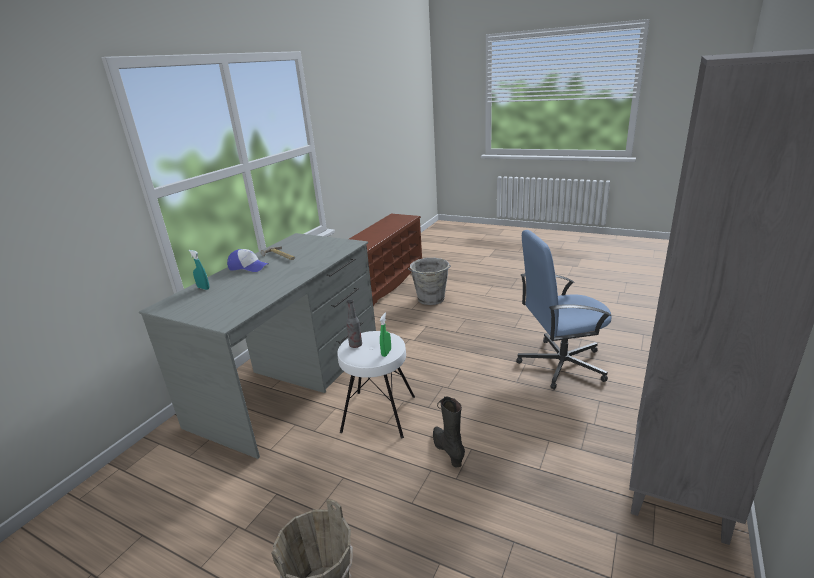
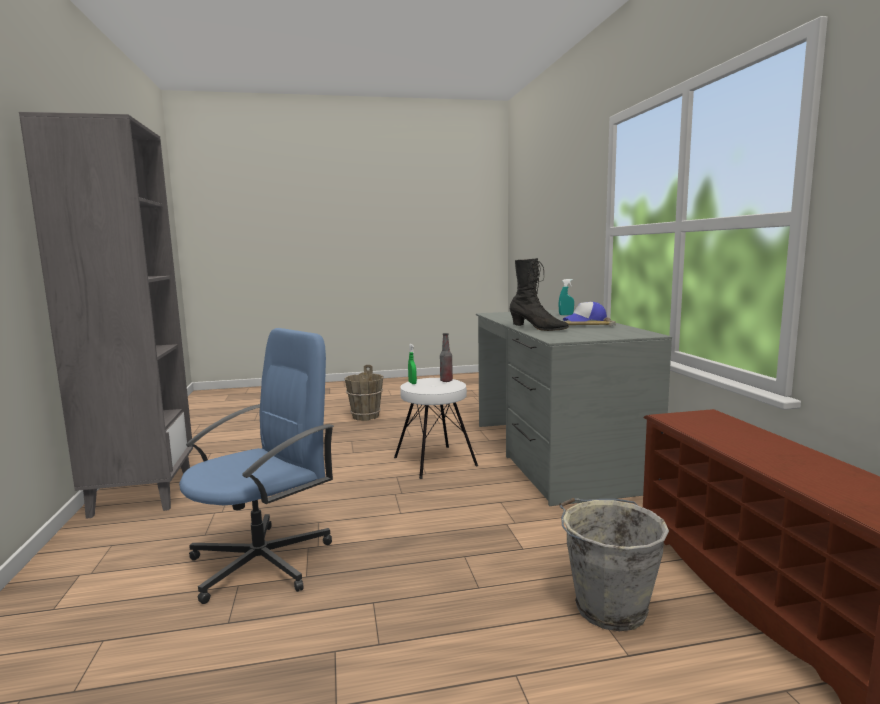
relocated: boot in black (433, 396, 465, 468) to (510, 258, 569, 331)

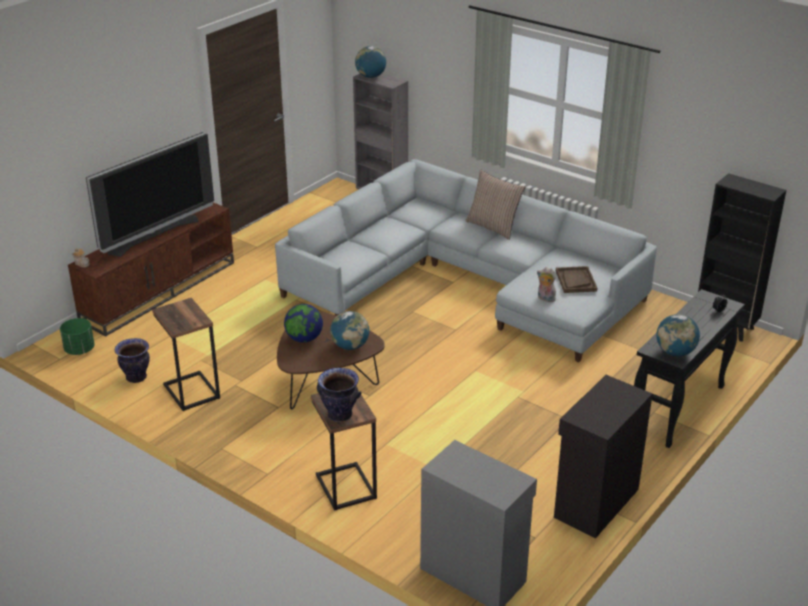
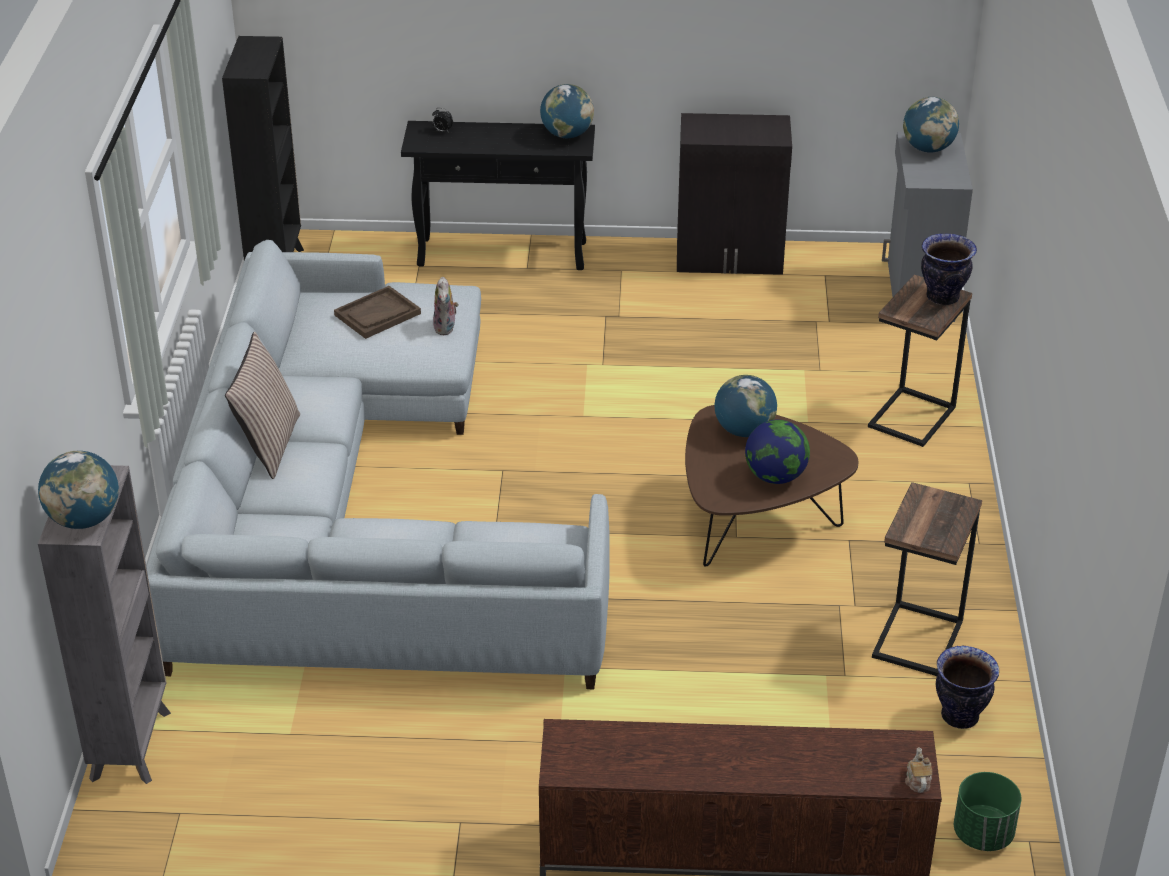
missing: television (86, 132, 214, 257)
appeared: globe (903, 97, 959, 153)

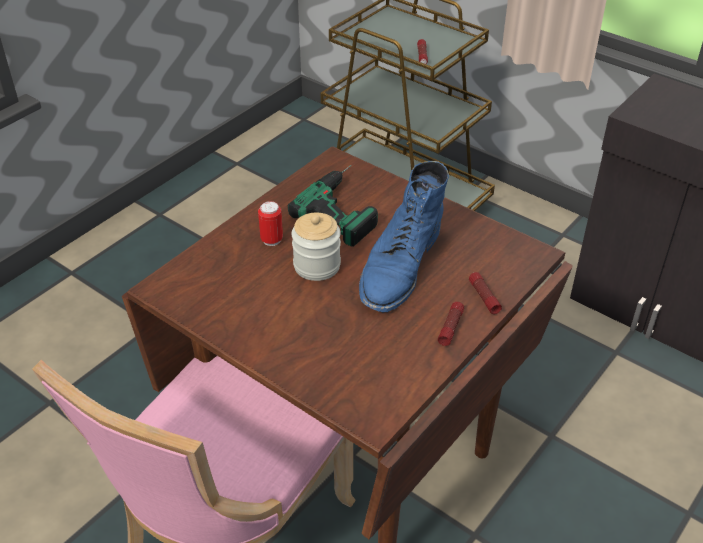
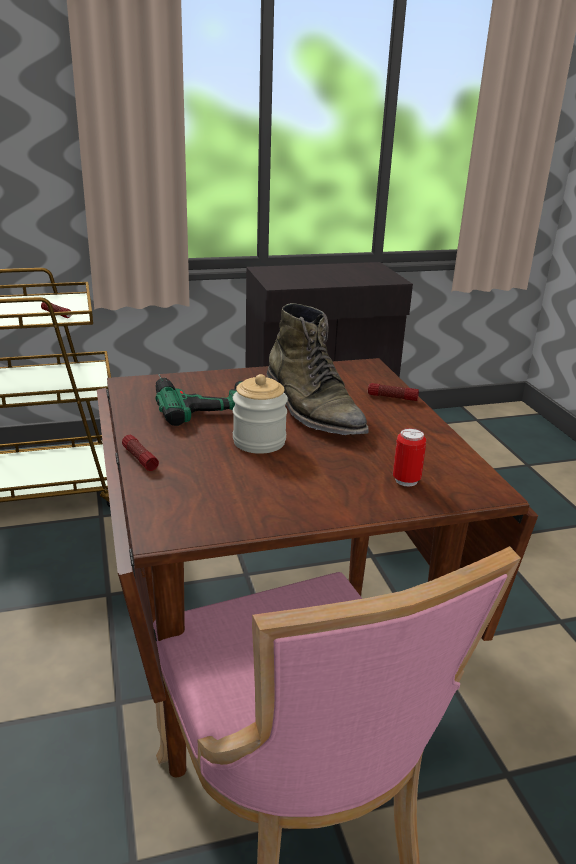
relocated: can (258, 201, 283, 246) to (393, 428, 426, 487); flashlight (438, 302, 464, 346) to (122, 435, 159, 471)
colour: boot in blue (359, 161, 449, 313) to boot in green (266, 303, 369, 435)

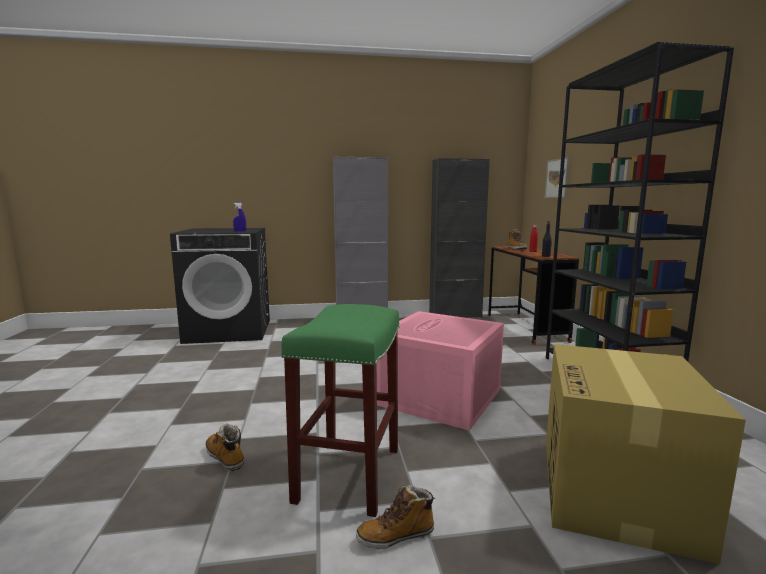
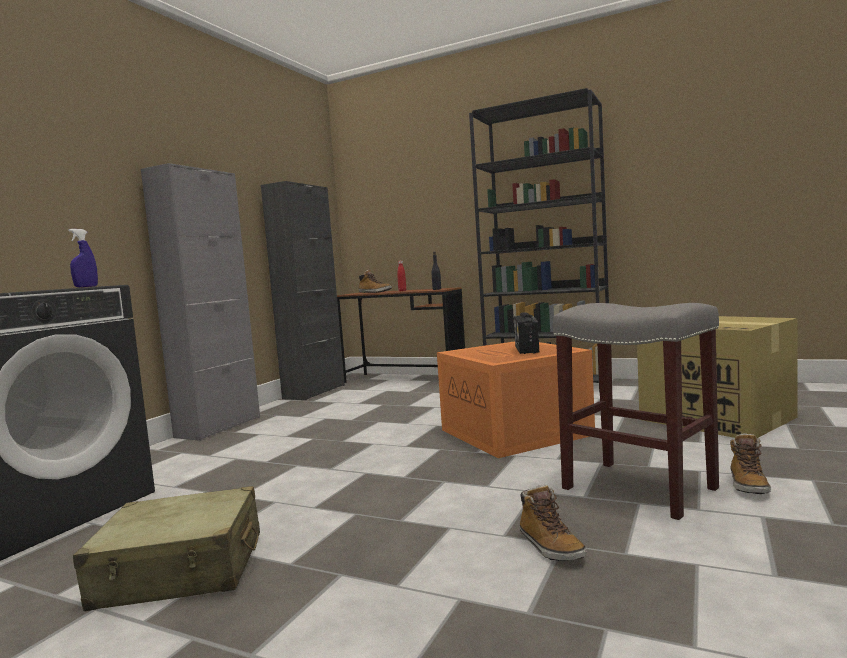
missing: picture (545, 157, 570, 198)
appeared: suitcase in beige (73, 486, 260, 611); radio (514, 312, 539, 354)
colour: stool in green (281, 304, 400, 517) to stool in grey (553, 303, 719, 520); storage box in pink (377, 311, 504, 431) to storage box in orange (437, 341, 595, 458)
spun: boot (206, 423, 244, 471) = (520, 485, 587, 561) 105 degrees counterclockwise

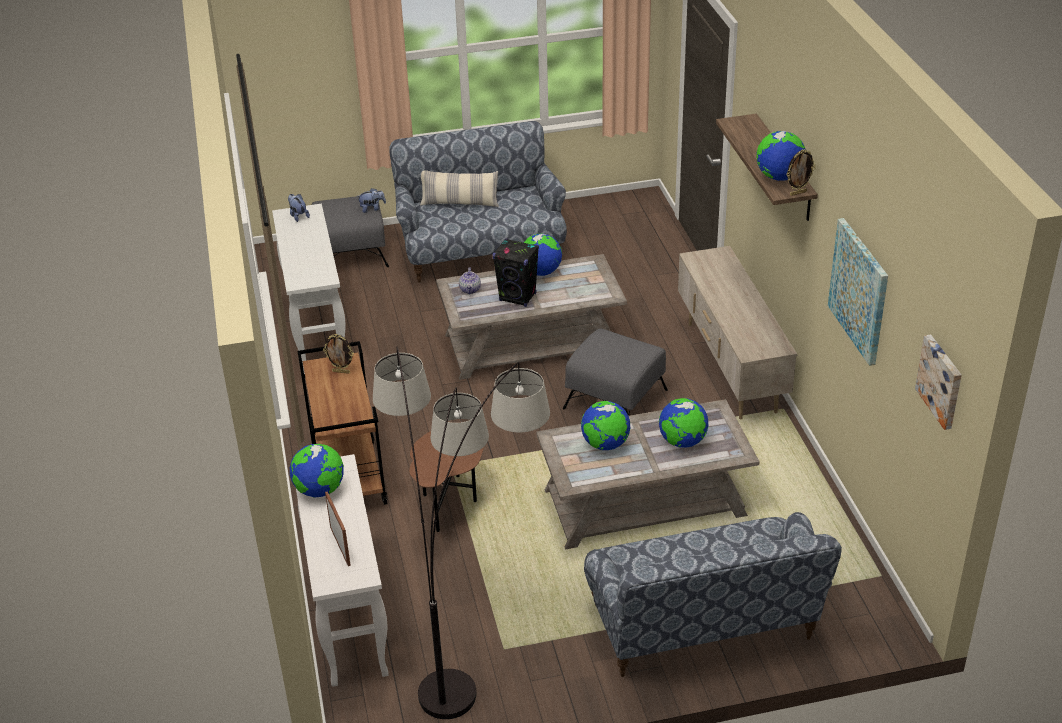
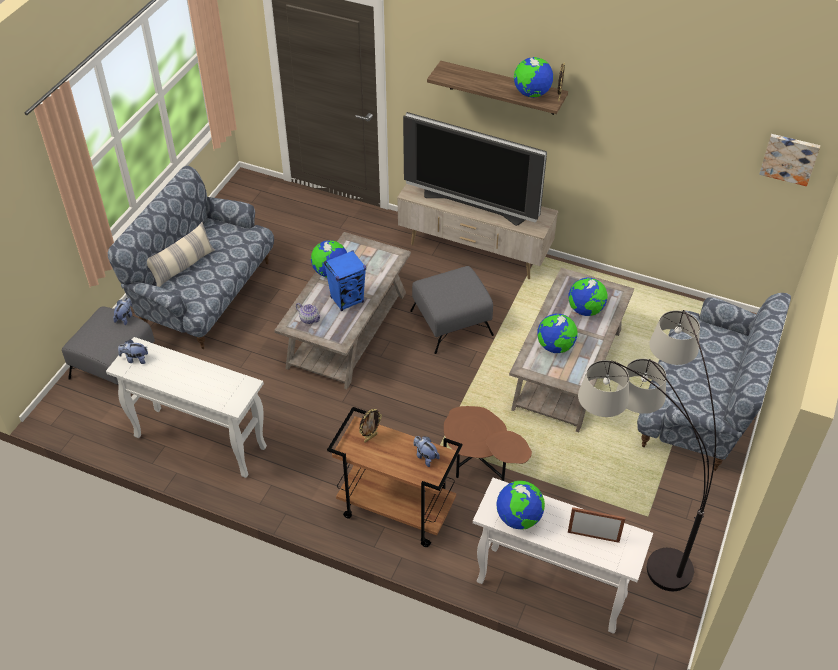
missing: picture (828, 218, 888, 366)
appeared: television (403, 112, 547, 226); plush toy (414, 436, 440, 467)
colour: speaker in black (493, 238, 539, 307) to speaker in blue (324, 250, 366, 311)

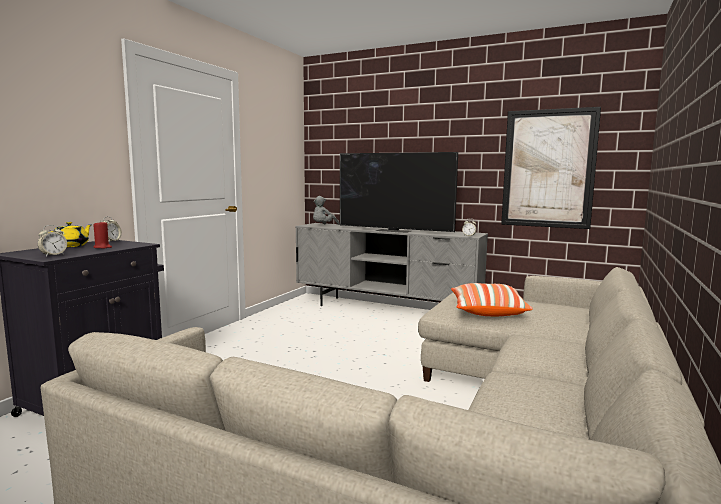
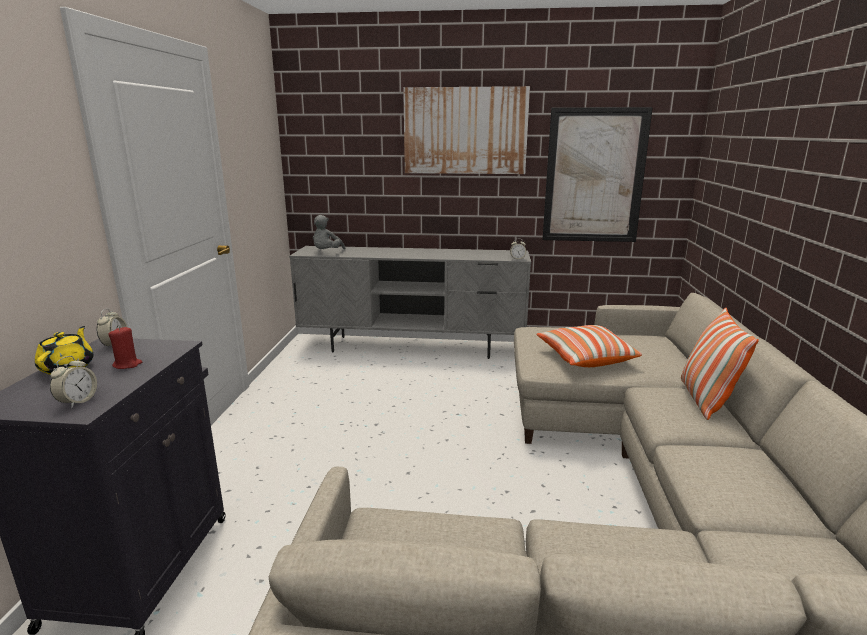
missing: television (340, 152, 458, 233)
appeared: picture (403, 86, 530, 174); pillow (681, 308, 759, 420)

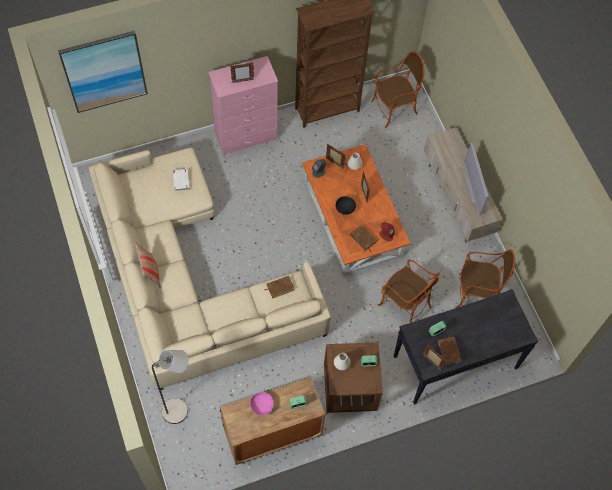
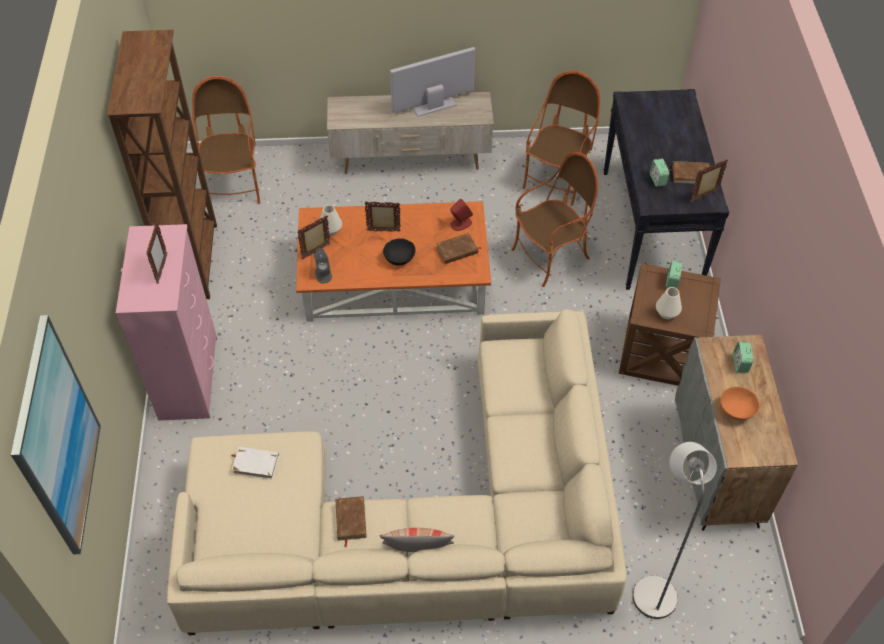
relocated: book in brown (264, 276, 295, 299) to (336, 496, 367, 547)
colour: bowl in pink (250, 392, 274, 415) to bowl in orange (720, 387, 760, 420)
spun: television (464, 143, 489, 215) = (390, 47, 475, 117) 150 degrees clockwise

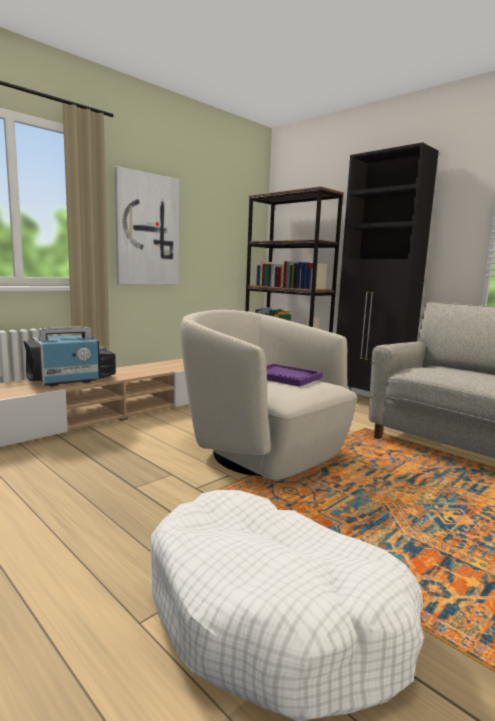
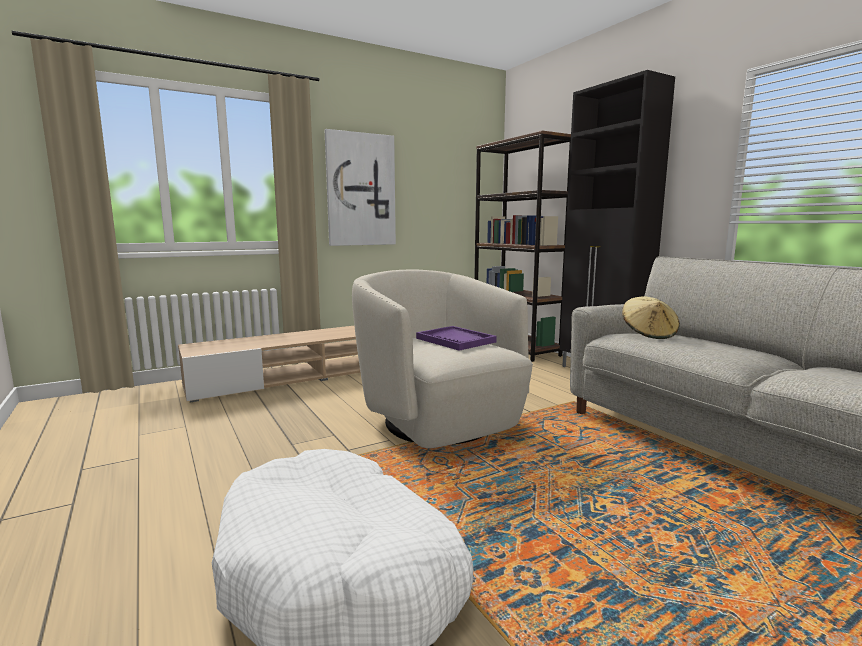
missing: television (23, 326, 116, 386)
appeared: hat in beige (622, 296, 680, 339)

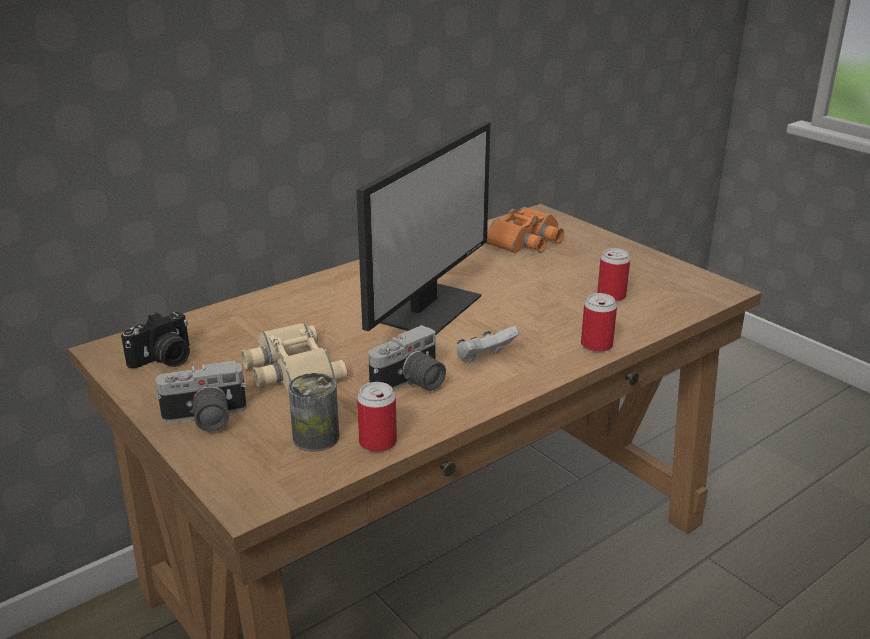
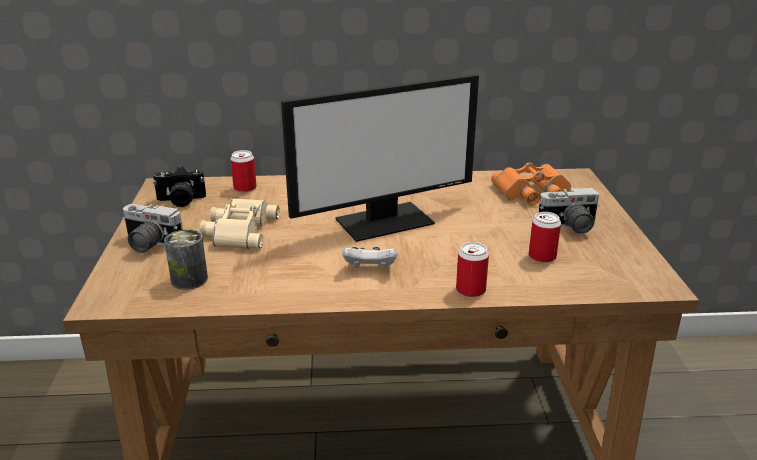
relocated: can (357, 382, 397, 452) to (230, 150, 257, 192); photo camera (368, 325, 446, 391) to (539, 188, 600, 234)

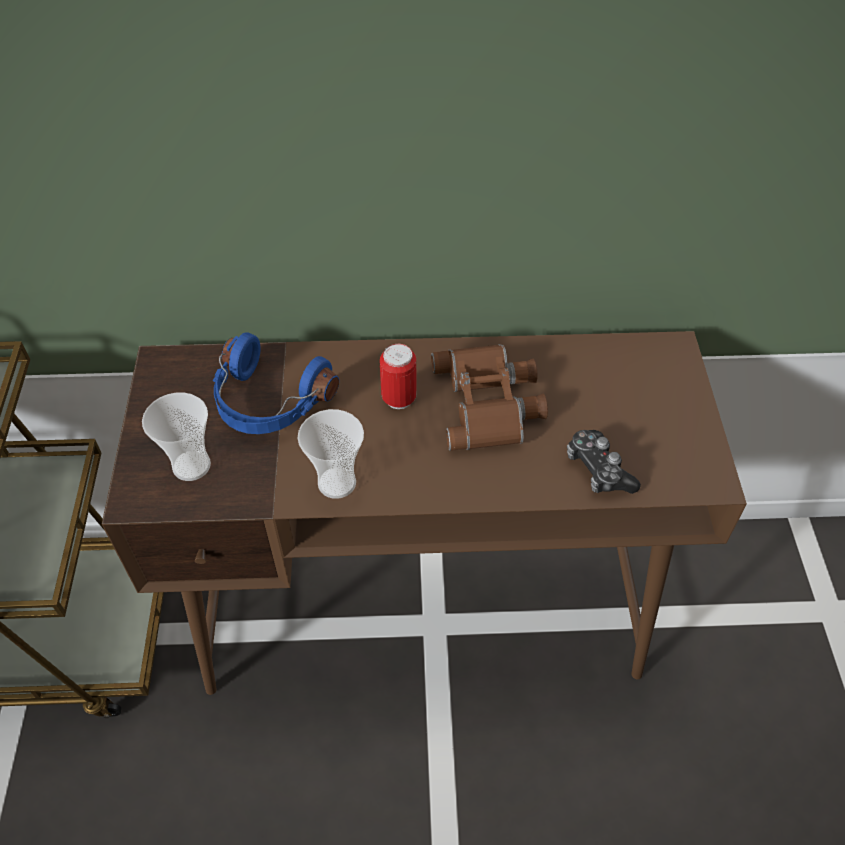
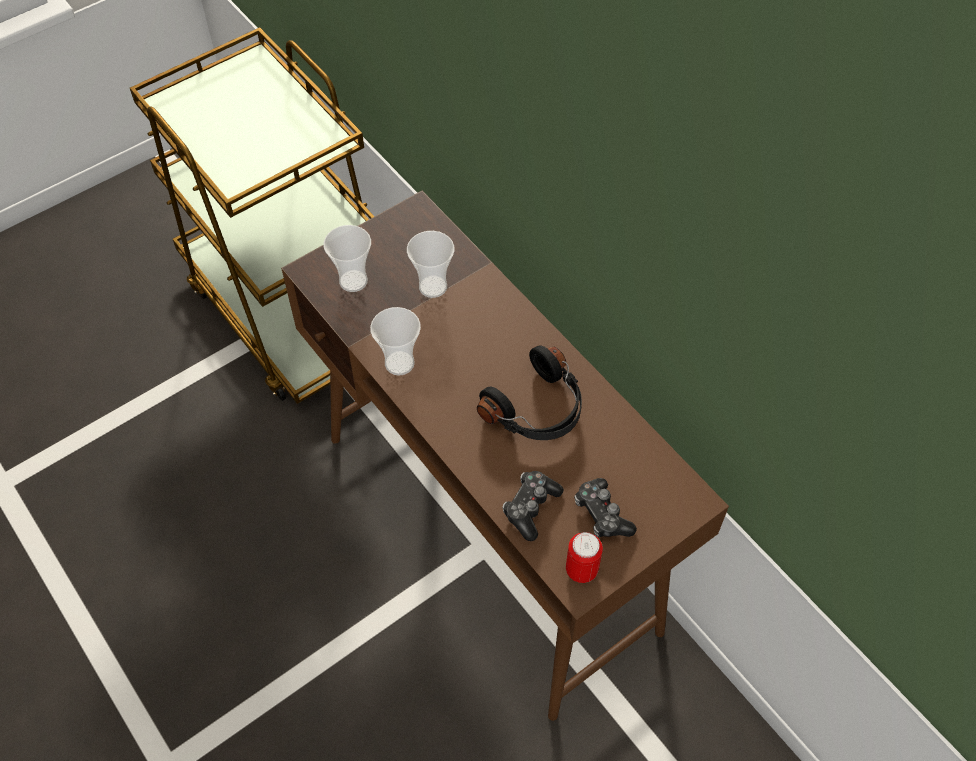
appeared: game controller (574, 478, 637, 537)
relocated: can (380, 344, 417, 409) to (566, 532, 603, 583)
exchanged: headphones in blue (213, 332, 339, 434) to cup (407, 231, 455, 298); binoculars in brown (431, 344, 548, 451) to headphones in black (477, 346, 582, 440)

